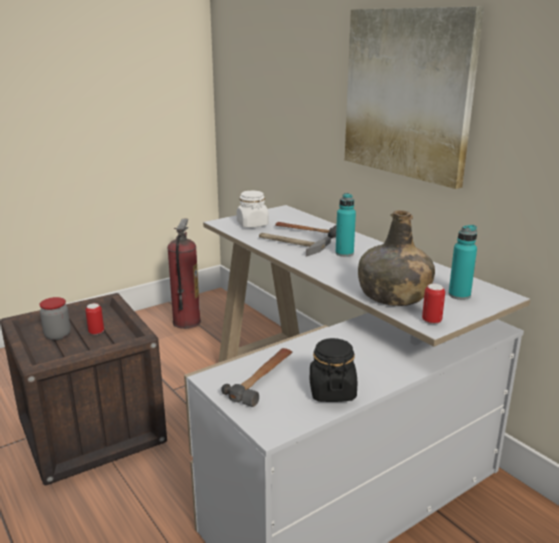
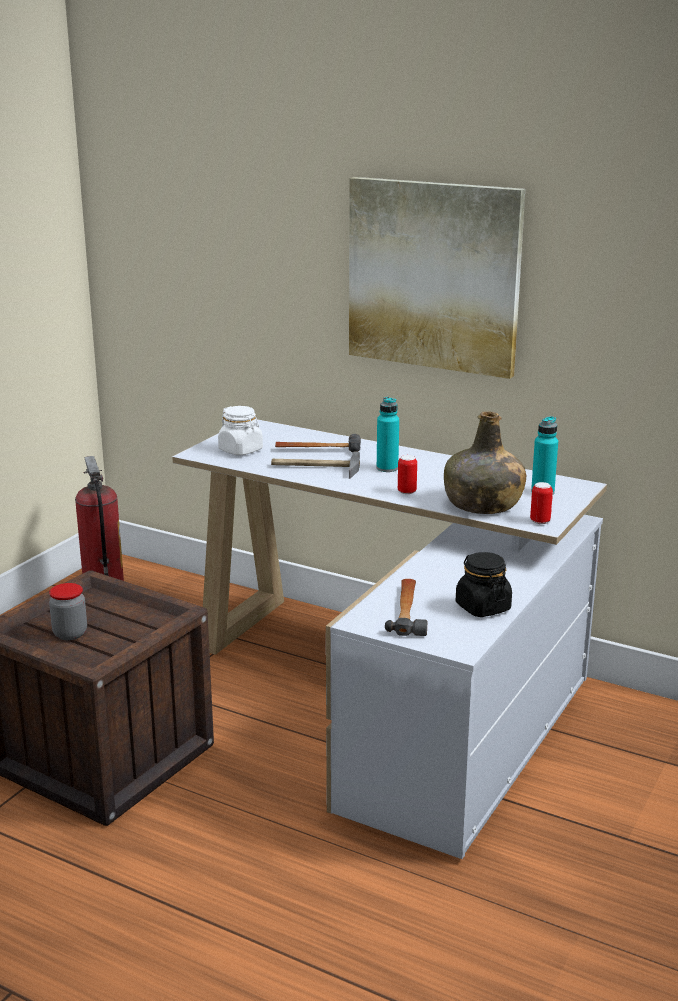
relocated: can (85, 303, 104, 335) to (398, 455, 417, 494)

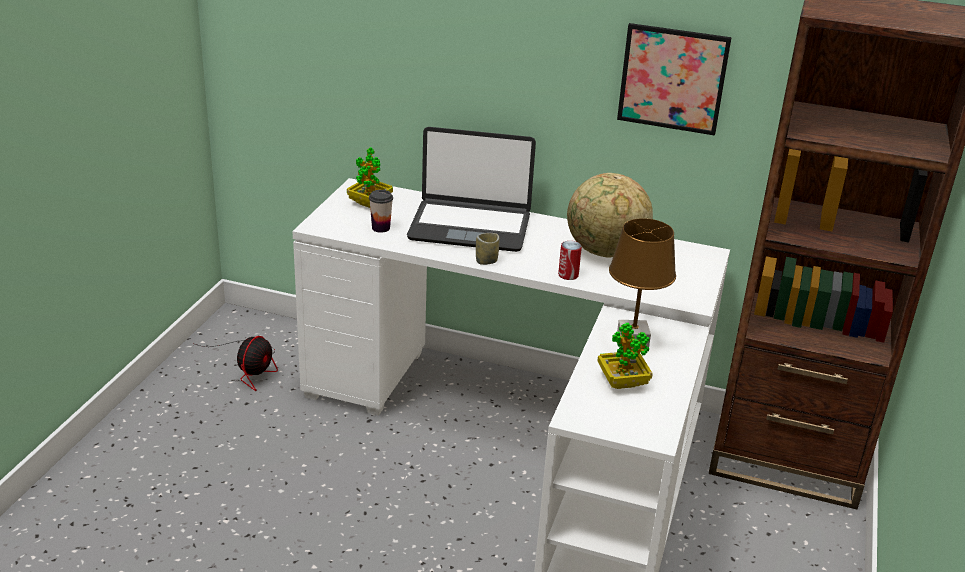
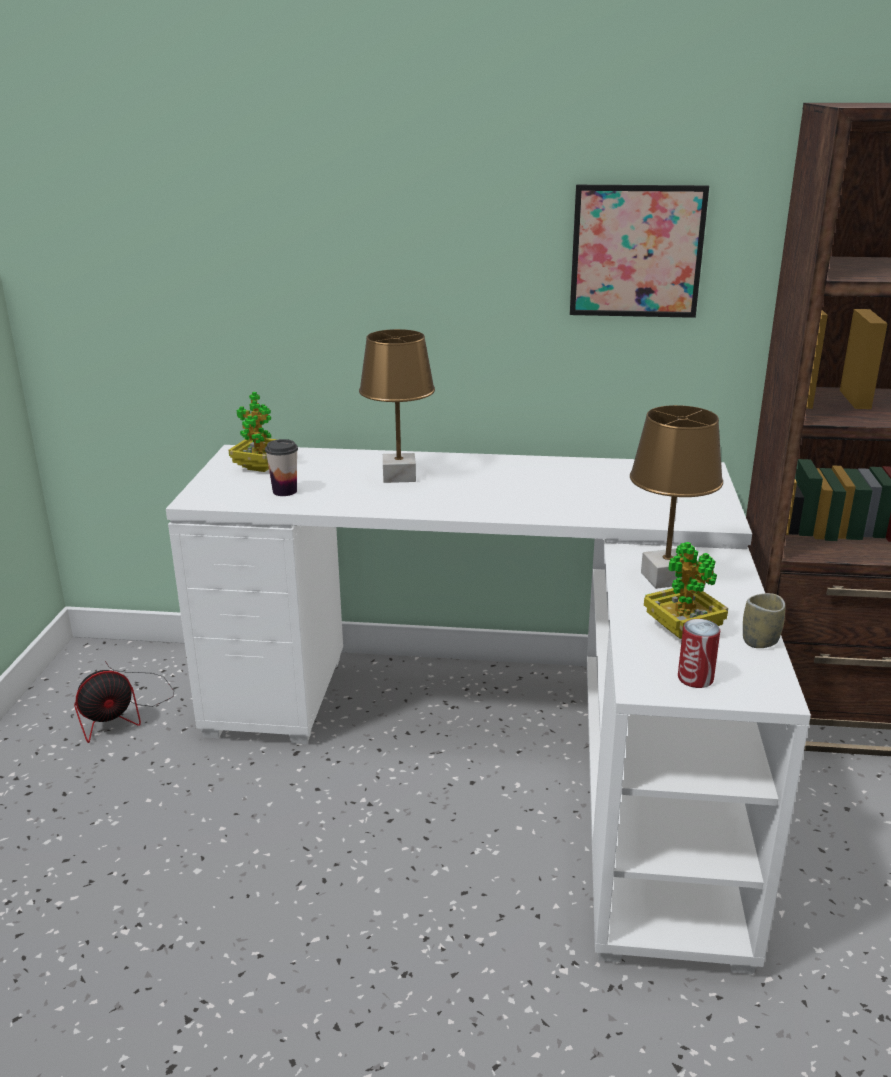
missing: globe (567, 173, 653, 257)
relocated: cup (476, 233, 499, 265) to (743, 593, 785, 648); can (558, 241, 582, 280) to (678, 619, 720, 688)
exchanged: laptop (407, 127, 536, 252) to table lamp in brown (359, 329, 435, 483)
spun: fan (195, 336, 278, 391) = (74, 661, 174, 743) 45 degrees clockwise

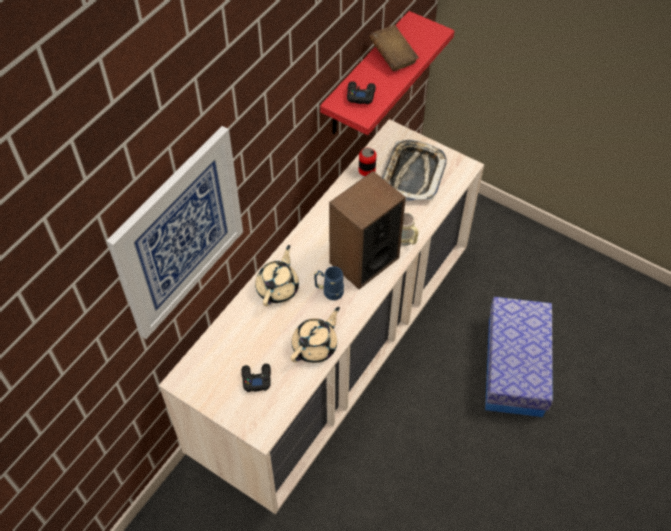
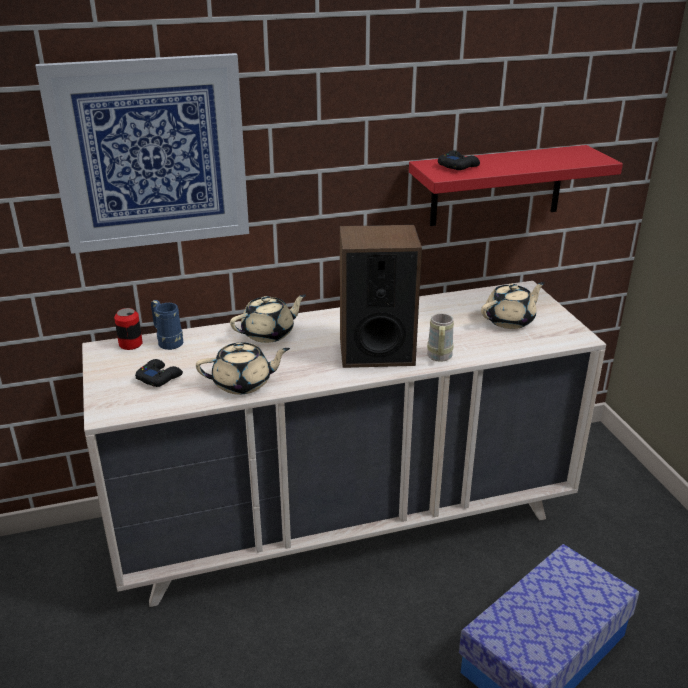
missing: book in brown (369, 25, 419, 71)
relocated: mug in blue (314, 266, 344, 300) to (151, 300, 183, 350); can (359, 148, 376, 176) to (114, 308, 143, 350)
exchanged: tray (382, 140, 447, 202) to teapot in beige (481, 282, 545, 329)

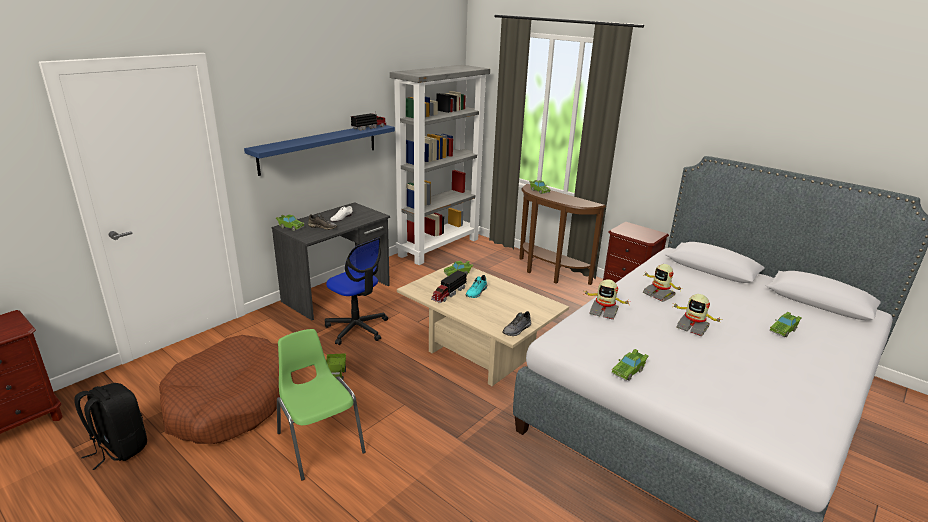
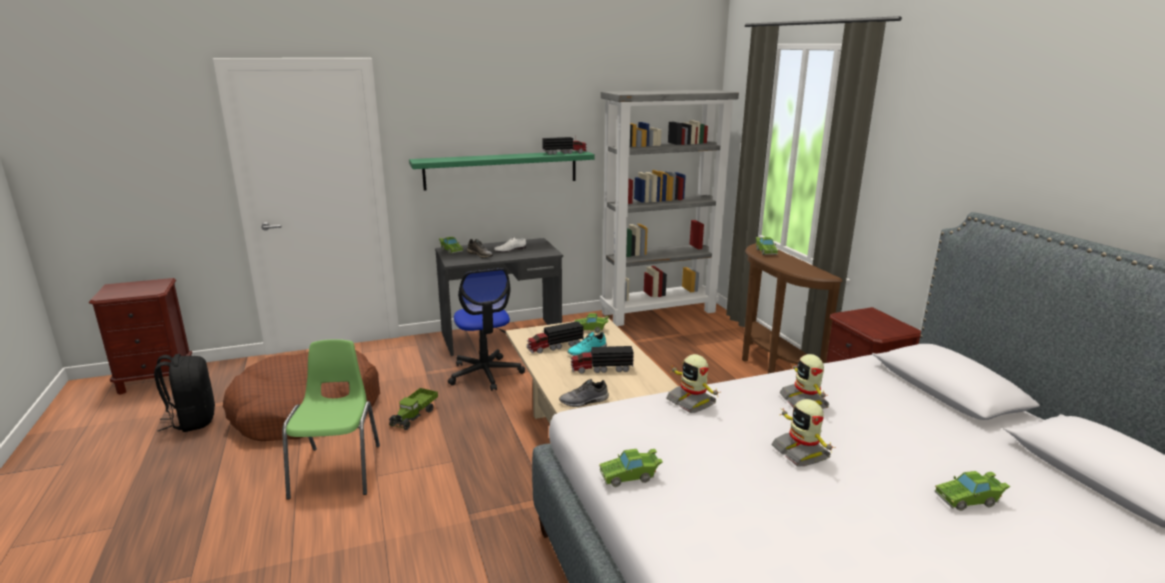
appeared: toy truck (570, 346, 634, 374)
colour: shelf in blue (244, 125, 395, 176) to shelf in green (409, 151, 595, 190)

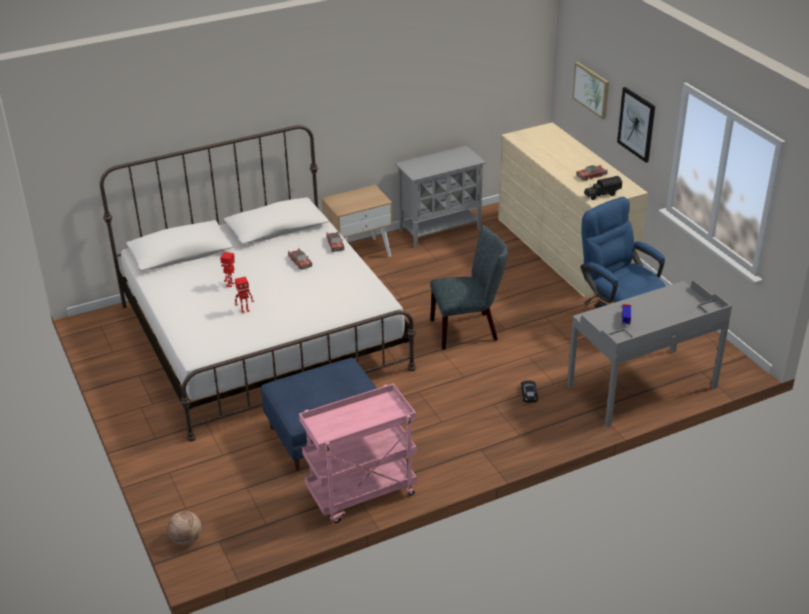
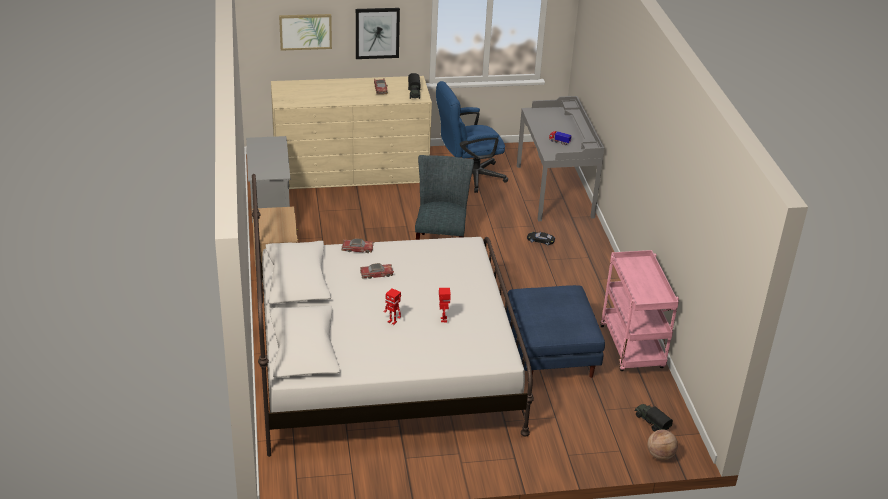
appeared: toy truck (634, 404, 673, 431)

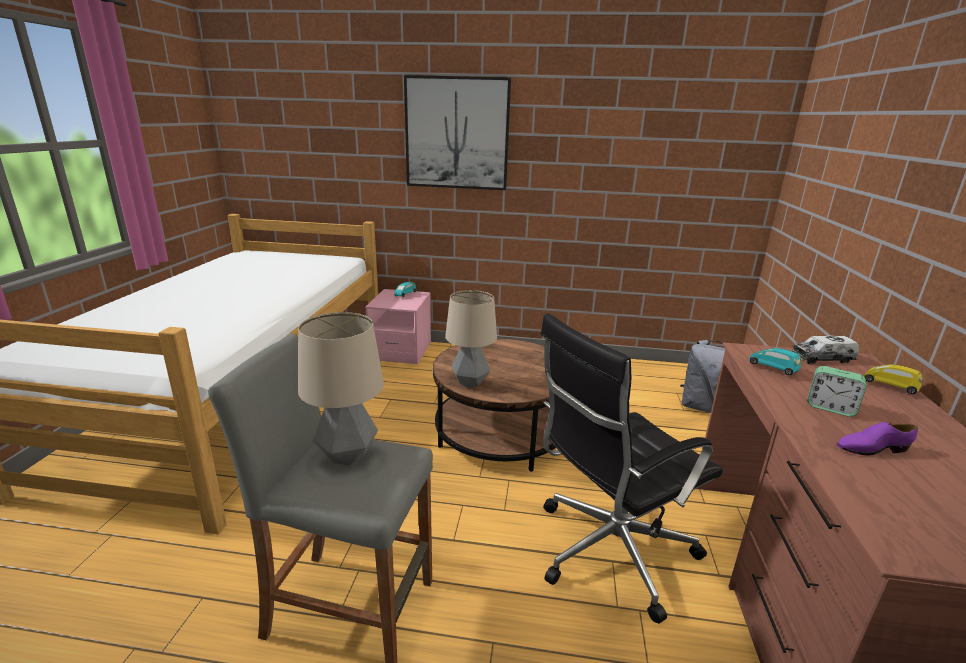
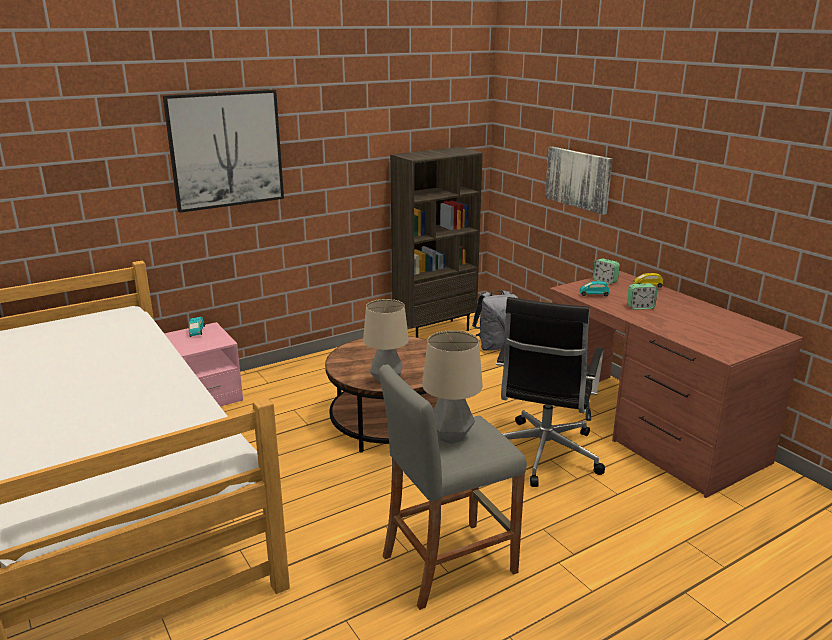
missing: shoe in purple (837, 421, 918, 456)
appeared: bookcase in brown (390, 147, 483, 338); picture (545, 146, 613, 215)
exchanged: toy truck (792, 336, 859, 364) to alarm clock (592, 258, 620, 284)

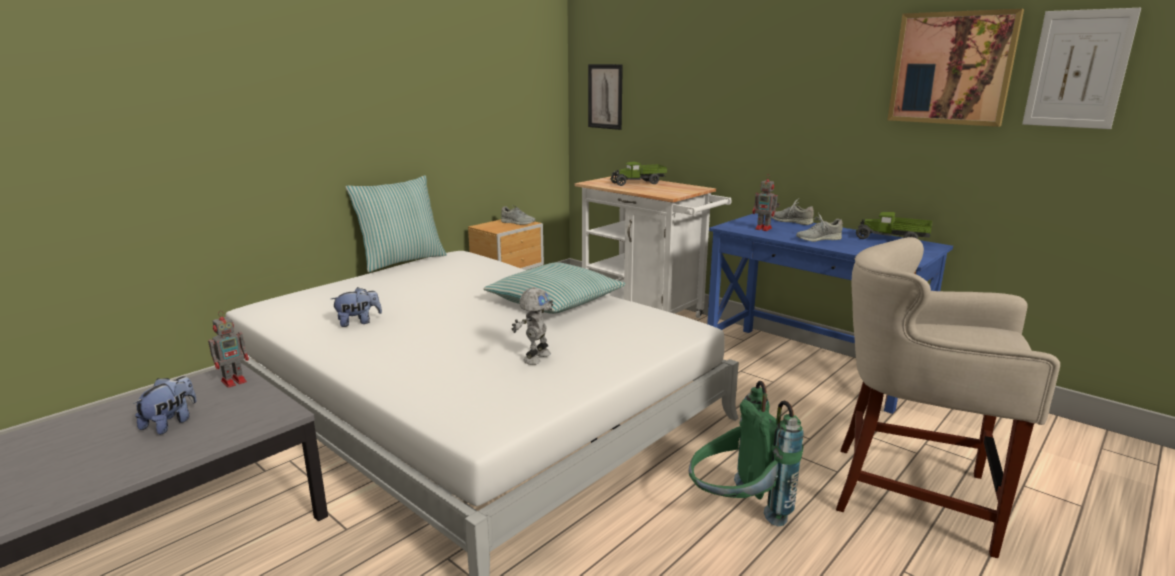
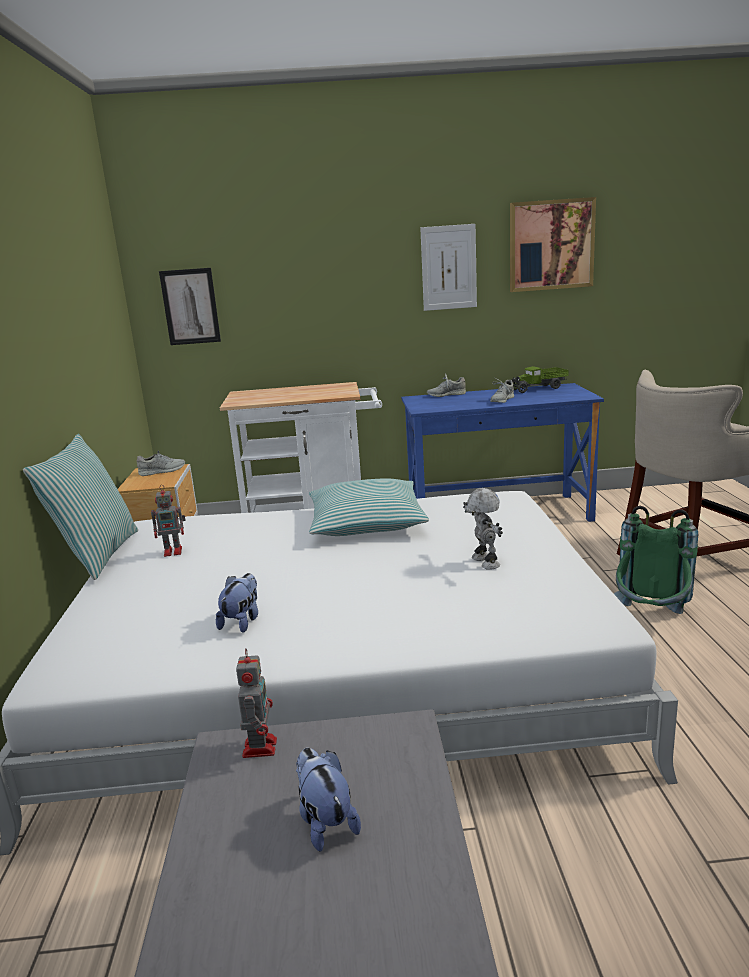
missing: toy truck (611, 161, 667, 186)
relocated: toy robot (752, 176, 780, 231) to (151, 485, 186, 557); picture (1022, 8, 1141, 129) to (420, 224, 477, 311)

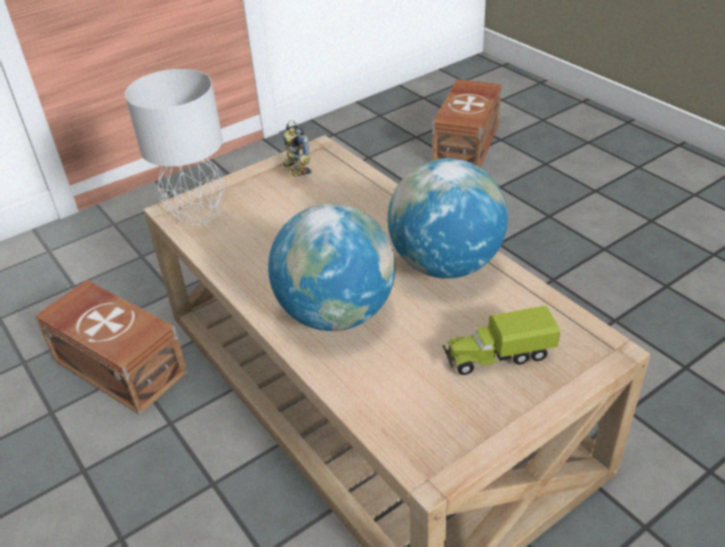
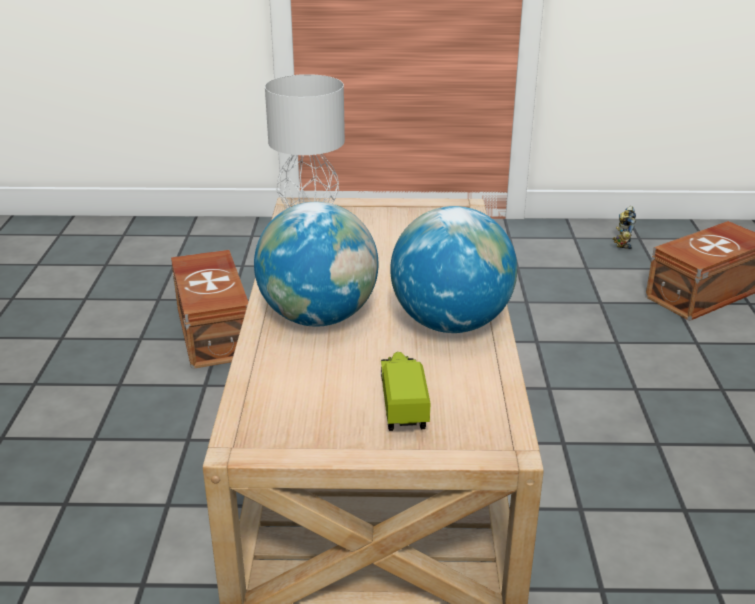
relocated: toy robot (283, 120, 311, 177) to (613, 206, 636, 249)
spun: toy truck (443, 306, 560, 375) = (381, 352, 430, 431) 60 degrees clockwise

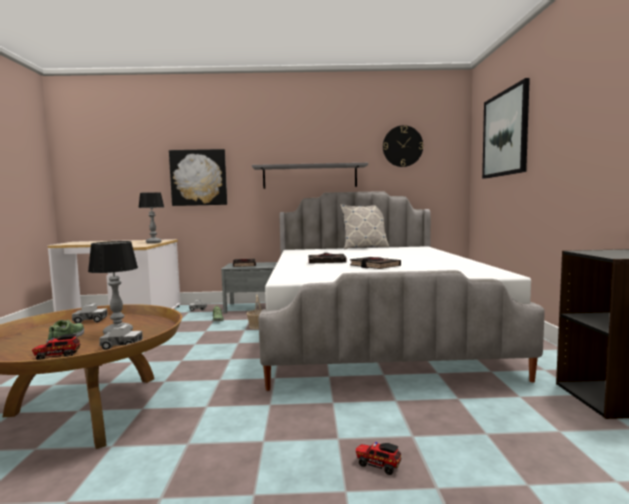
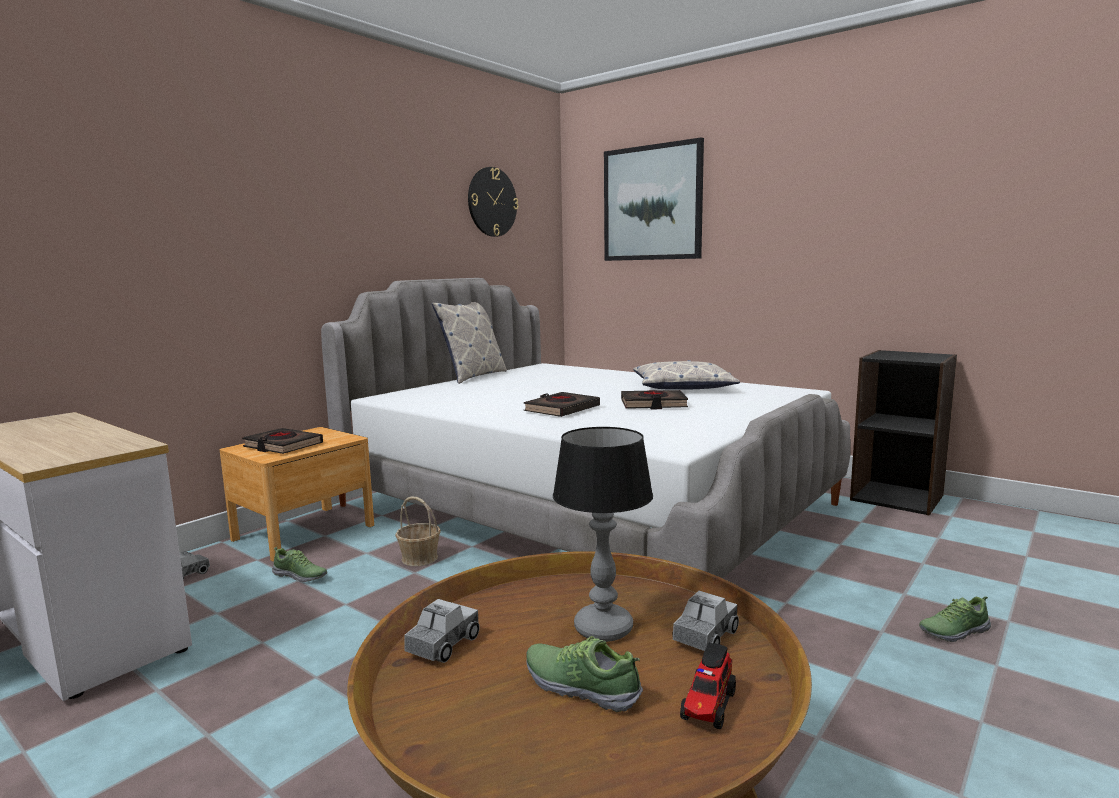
missing: table lamp (139, 192, 164, 243); picture (169, 149, 227, 206); shelf in grey (252, 163, 368, 189)
appeared: pillow (633, 360, 740, 390)
exchanged: toy truck (356, 442, 402, 475) to shoe (919, 596, 991, 642)
colour: nightstand in grey (221, 262, 277, 313) to nightstand in brown (219, 427, 374, 562)

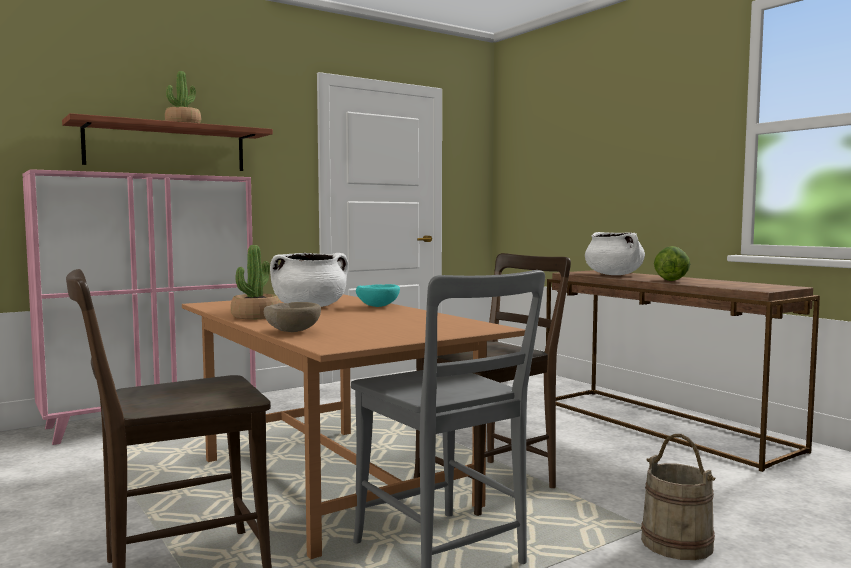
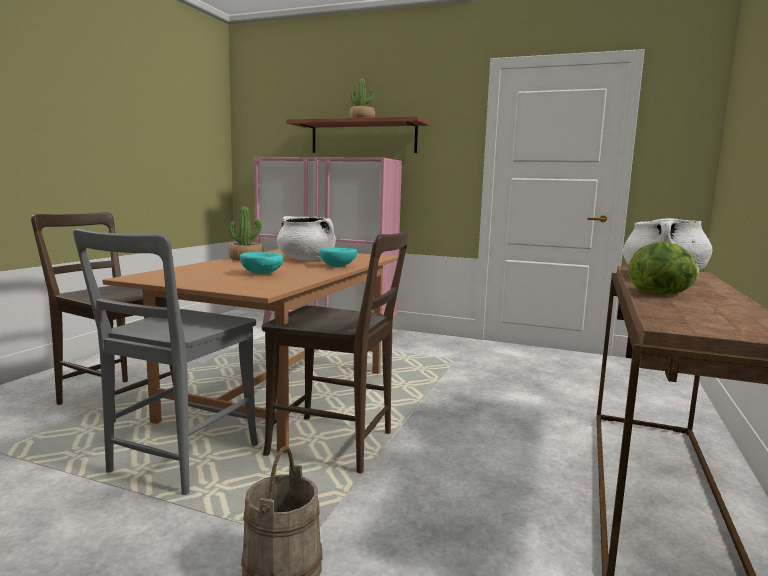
missing: bowl in beige (264, 302, 321, 332)
appeared: bowl in turquoise (240, 252, 283, 274)

